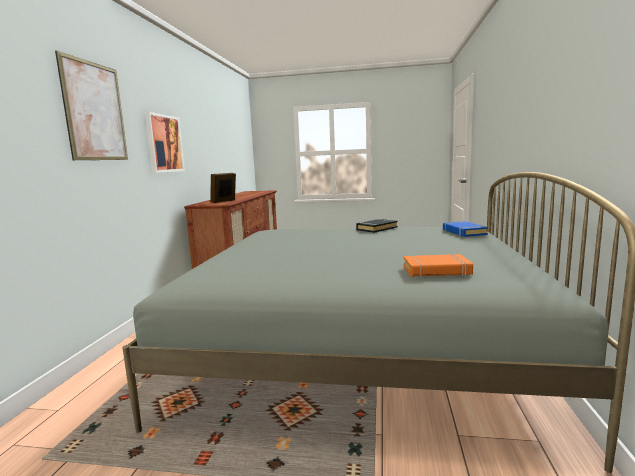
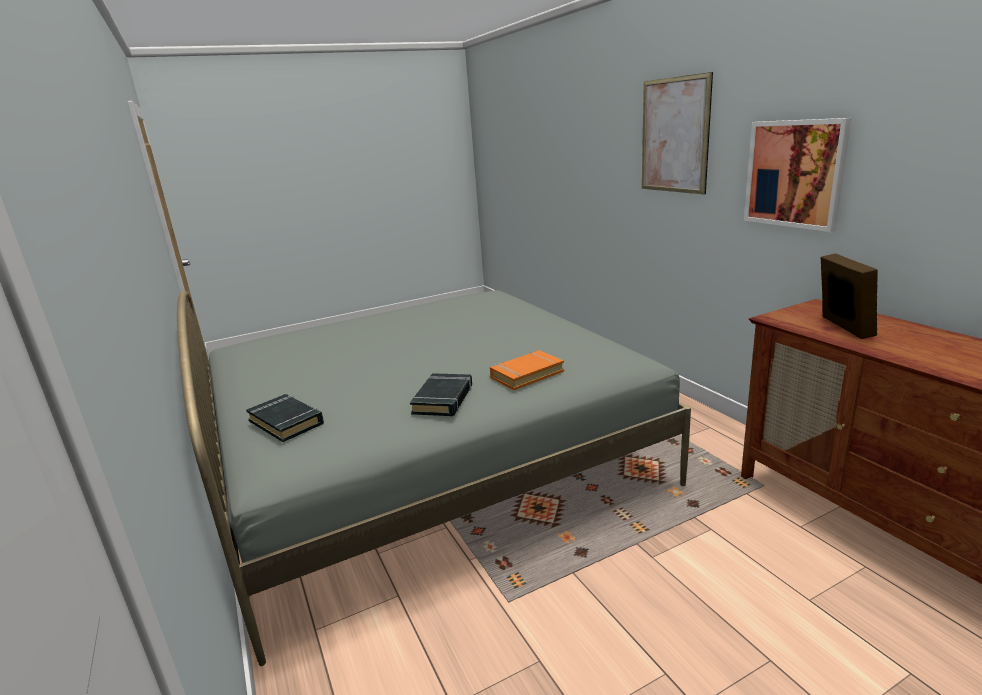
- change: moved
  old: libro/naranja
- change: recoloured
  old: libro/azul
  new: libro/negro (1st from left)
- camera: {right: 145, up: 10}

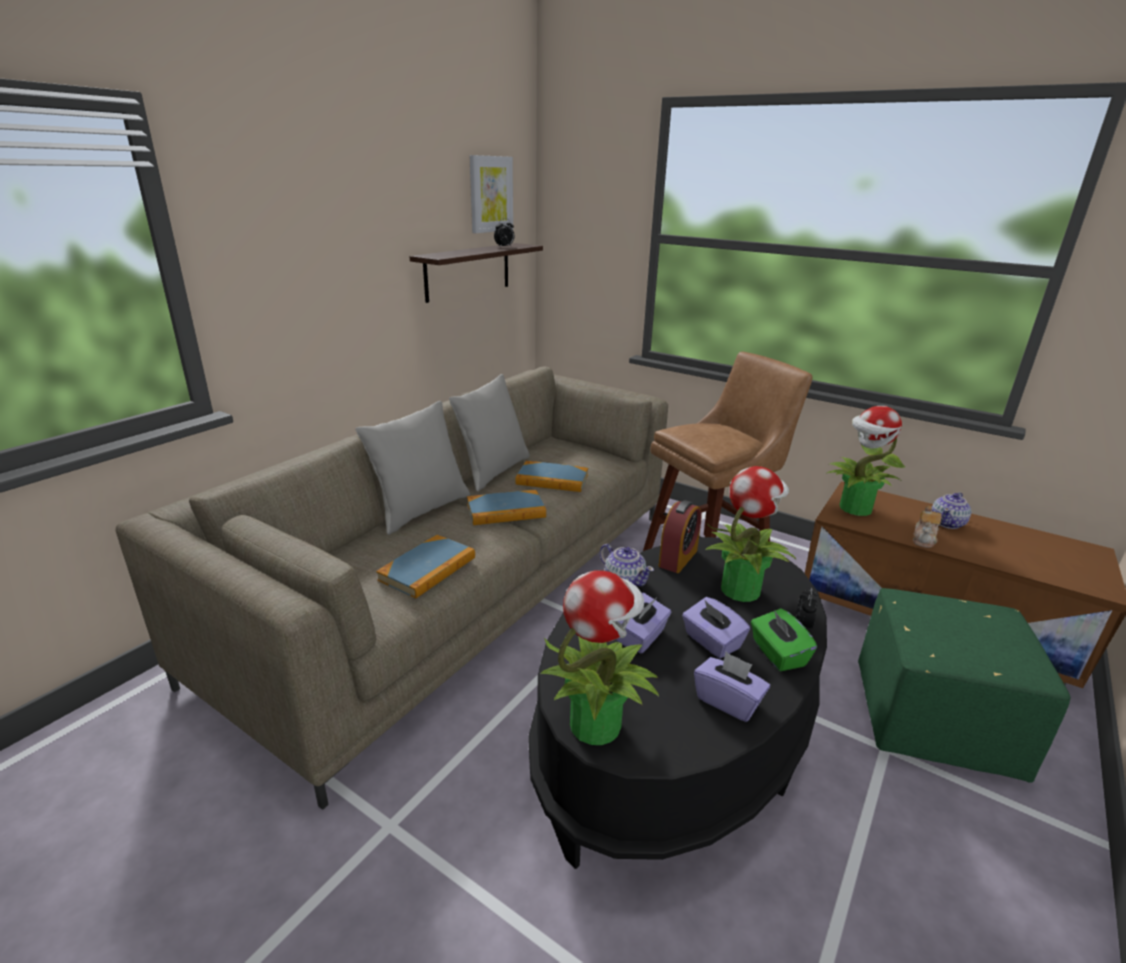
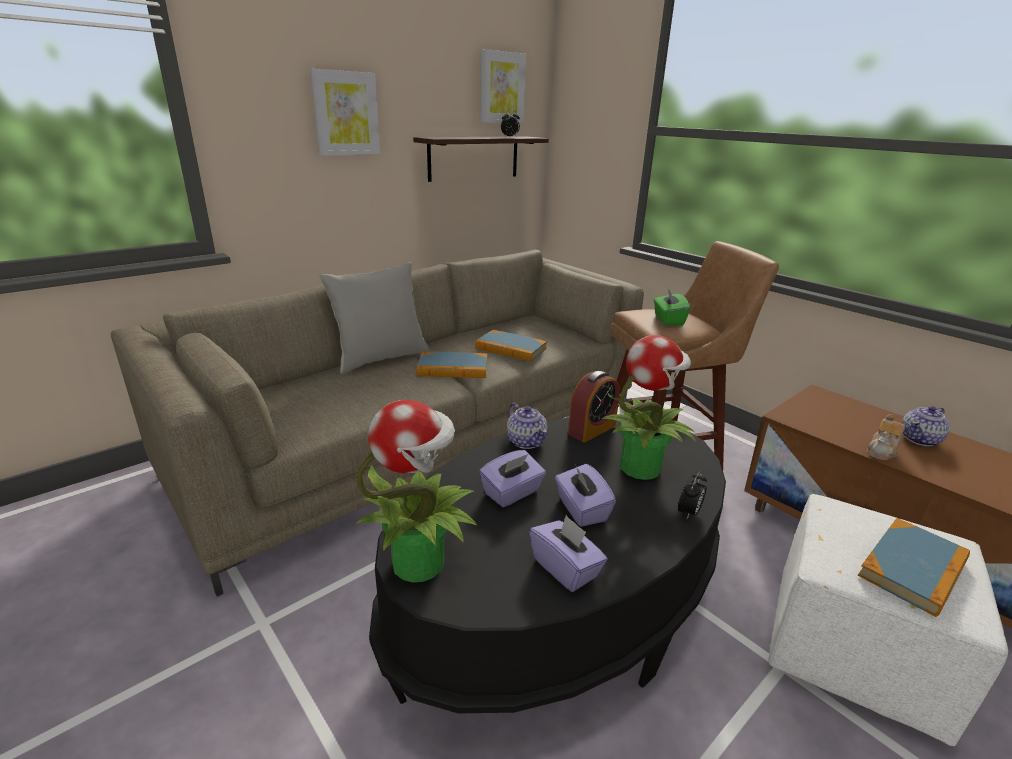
- change: removed
  old: cojín/gris (2nd from left)
- change: removed
  old: planta en maceta (3rd from left)
- change: added
  new: cuadro (1st from left)
- change: moved
  old: libro (1st from left in the first image)
  new: libro (3rd from left)
- change: moved
  old: caja de pañuelos/verde
- change: recoloured
  old: puf/verde
  new: puf/blanco
- camera: {right: 15, up: 0}

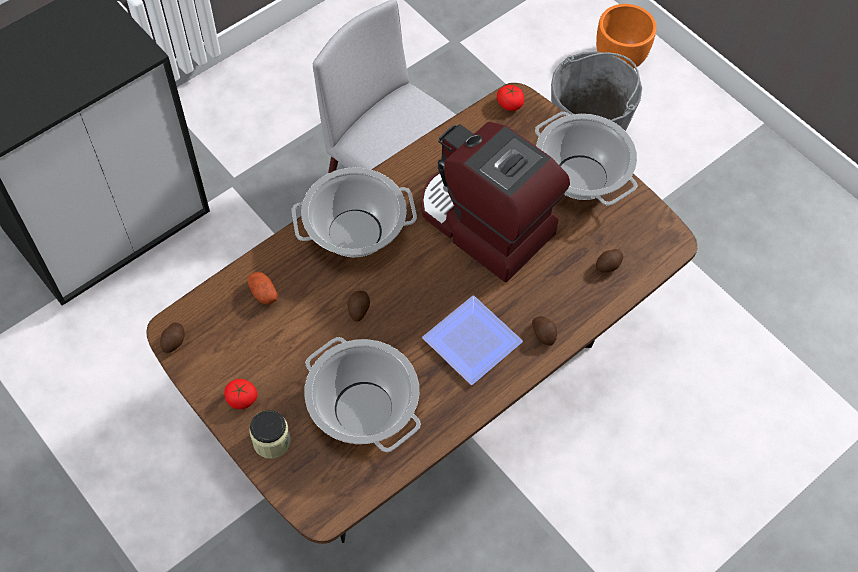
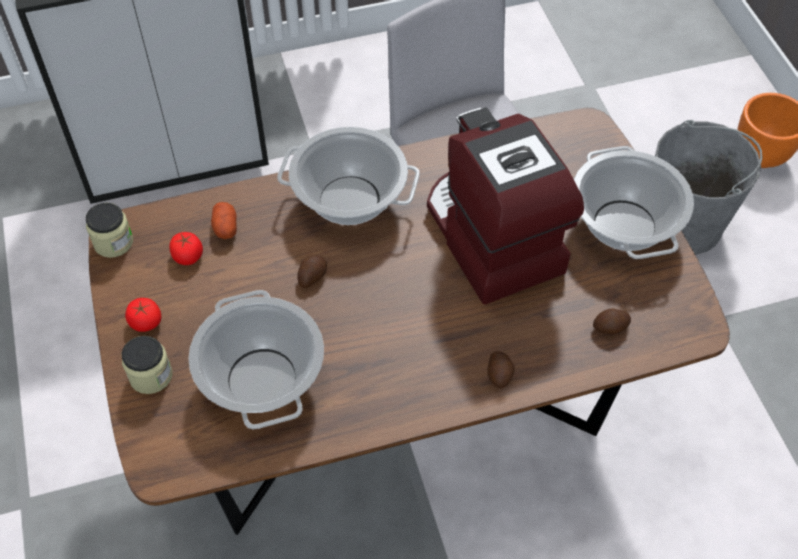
- change: removed
  old: plato
- change: moved
  old: tomate (2nd from left)
- change: replaced
  old: patata (1st from left)
  new: tarro (1st from left)
- camera: {right: 25, up: -5}

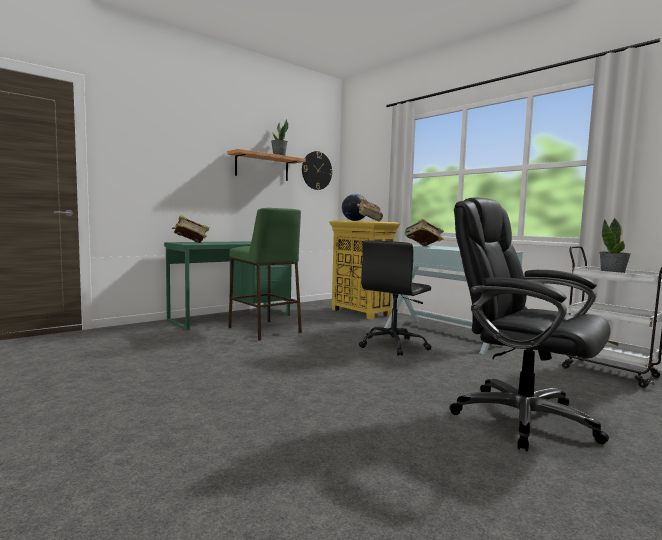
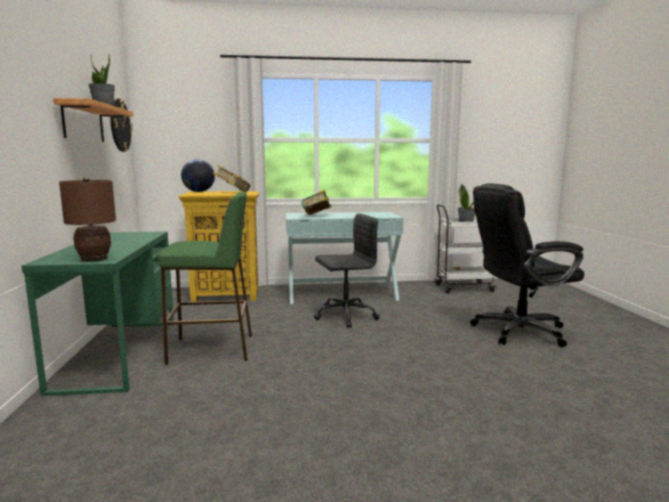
- change: replaced
  old: libro (1st from left)
  new: lámpara de mesa/marrón
- change: turned
  old: silla de oficina/negro (1st from left)
  degrees: -90
- camera: {right: -55, up: 5}

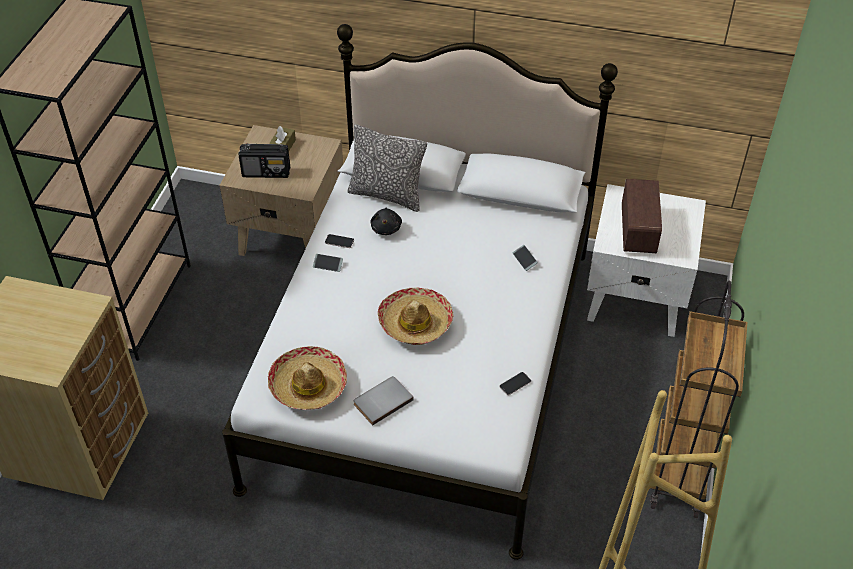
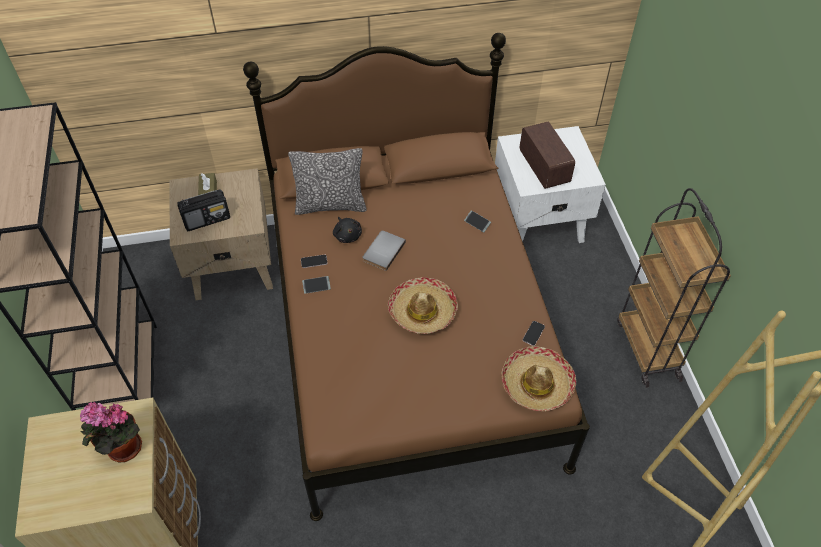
- change: added
  new: planta en maceta
- change: moved
  old: sombrero (1st from left in the first image)
  new: sombrero (2nd from left)
- change: moved
  old: libro/gris
- change: recoloured
  old: cama/blanco
  new: cama/marrón
- camera: {right: -25, up: 5}

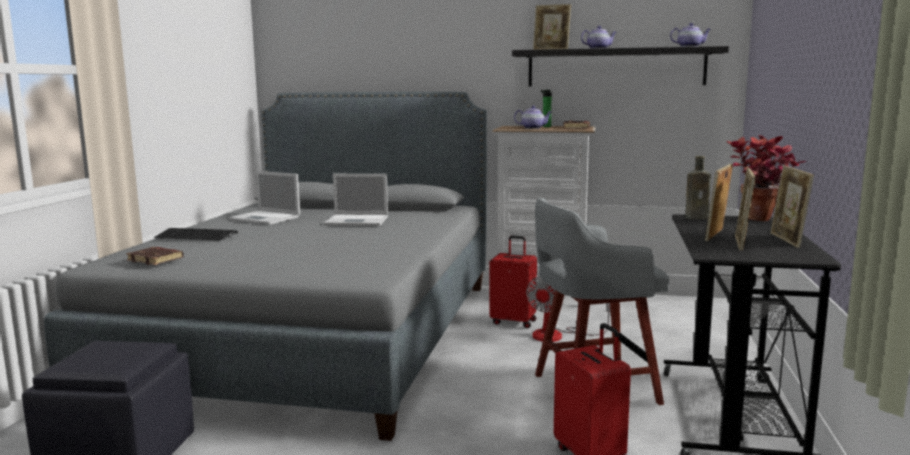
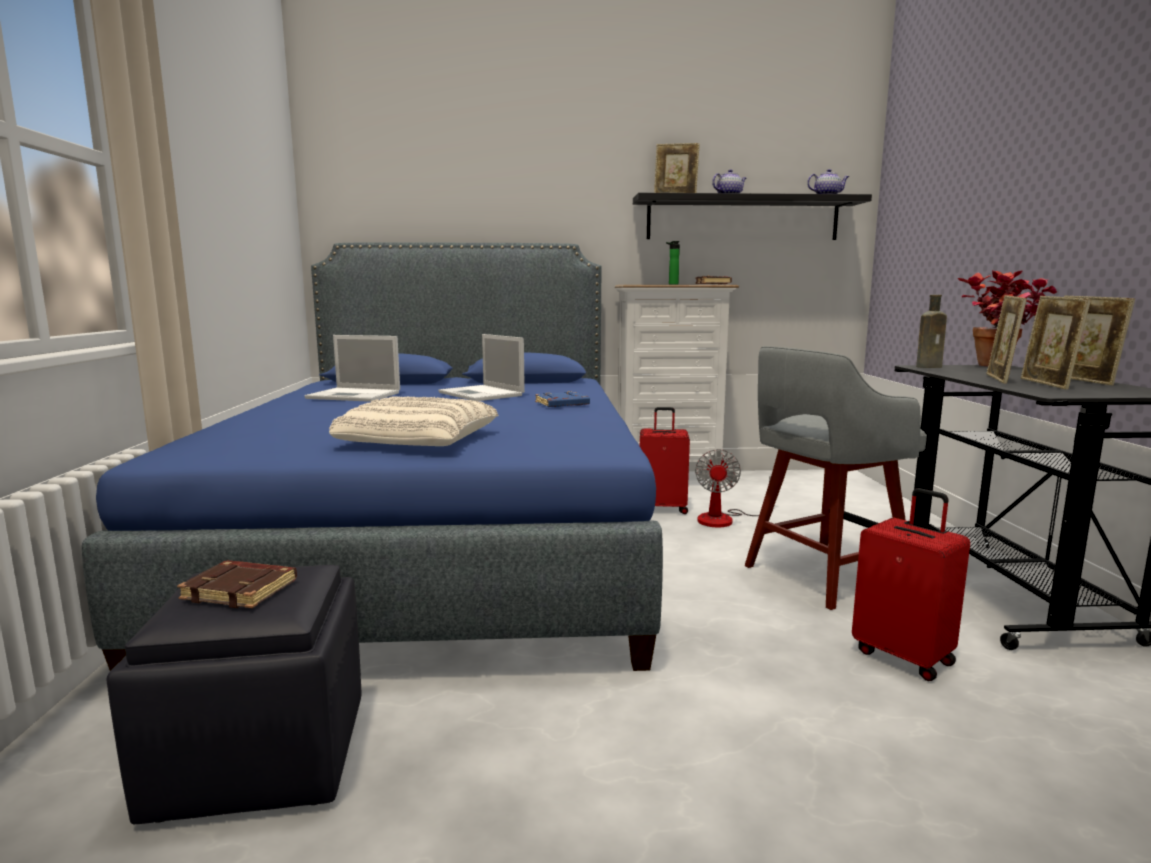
- change: removed
  old: teclado
- change: removed
  old: tetera (1st from left)
- change: added
  new: cojín/beis
- change: added
  new: libro/azul
- change: moved
  old: libro/marrón (1st from left)
- change: recoloured
  old: cama/gris
  new: cama/azul
- change: turned
  old: portátil (2nd from left)
  degrees: 60
- camera: {right: -15, up: 0}

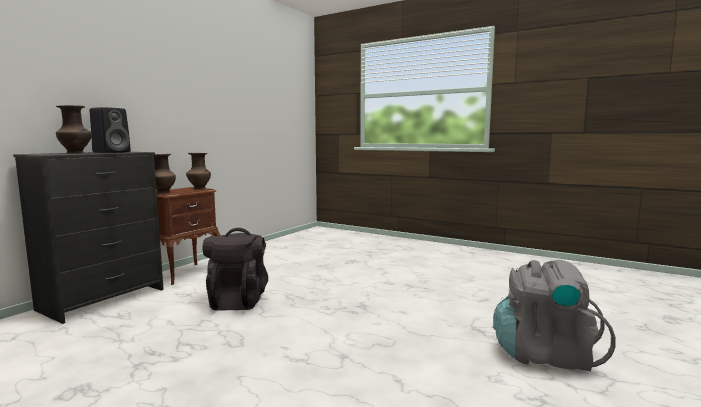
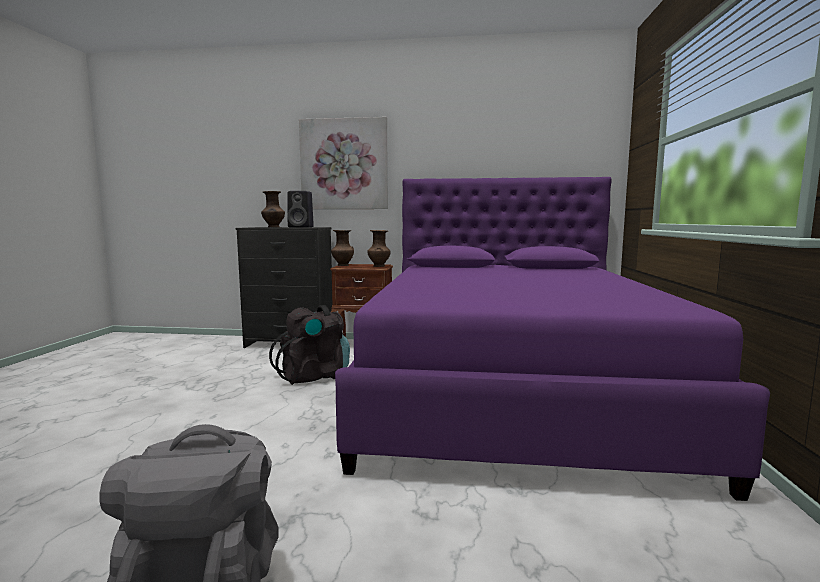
- change: added
  new: cuadro
- change: added
  new: cama/morado
- camera: {right: 65, up: 0}

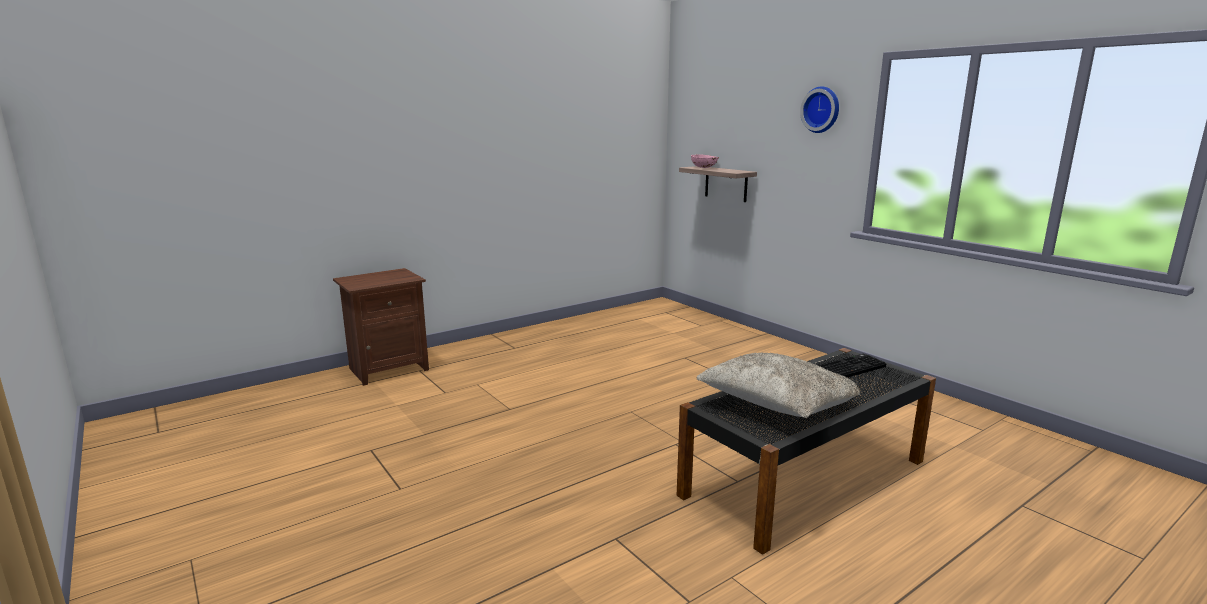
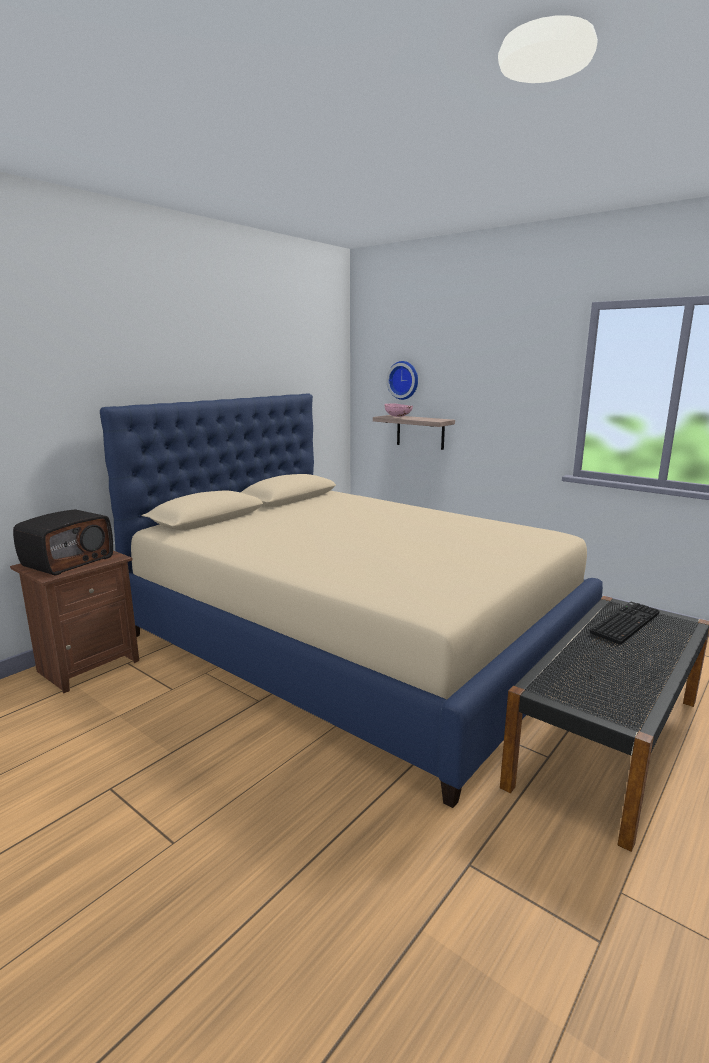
- change: removed
  old: cojín/beis
- change: added
  new: radio
- change: added
  new: cama/beis
- change: moved
  old: reloj de pared
- camera: {right: -15, up: 0}

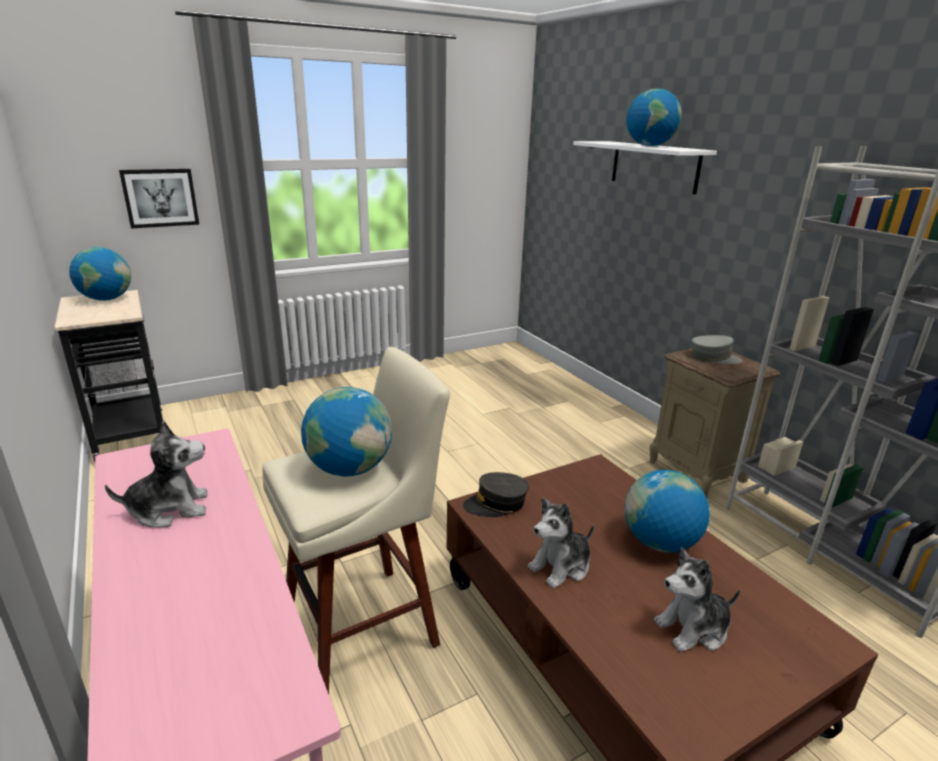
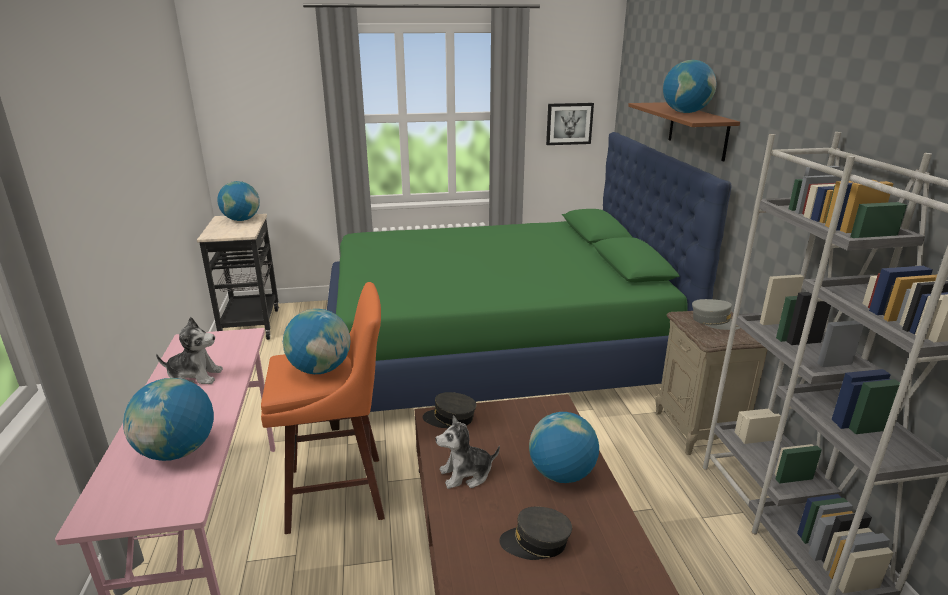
- change: added
  new: globo terráqueo (1st from left)
- change: added
  new: cama/verde
- change: moved
  old: cuadro
- change: replaced
  old: peluche (3rd from left)
  new: gorra/gris (2nd from left)
- change: recoloured
  old: taburete/beis
  new: taburete/naranja
- change: recoloured
  old: estante/blanco
  new: estante/marrón
- camera: {right: 20, up: 0}

